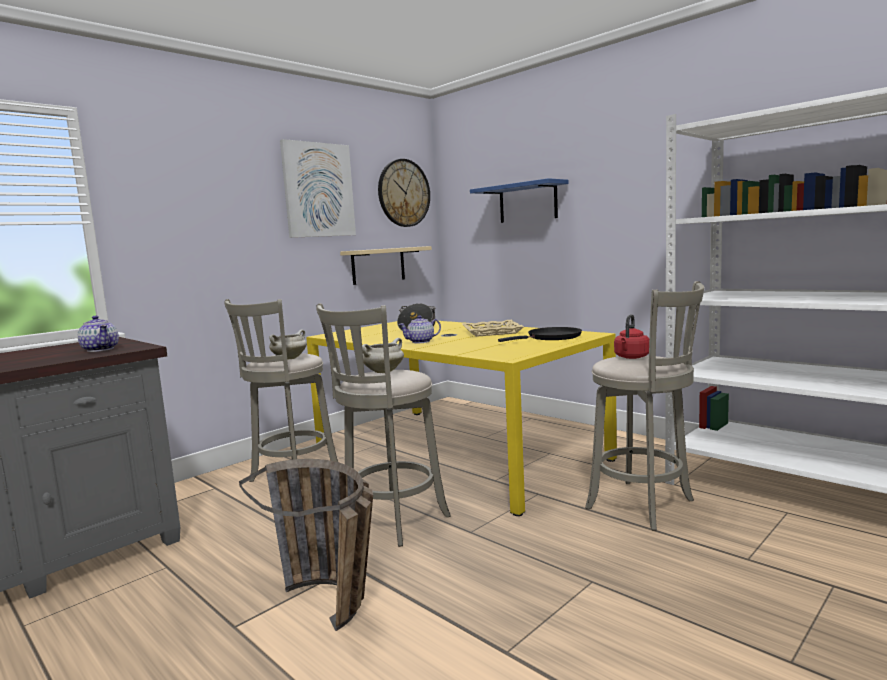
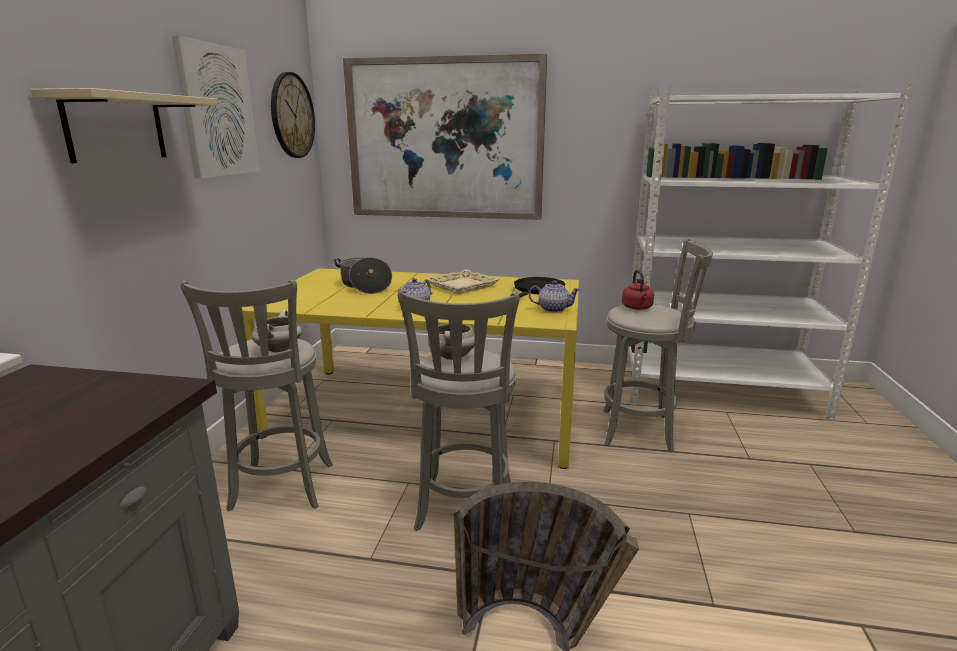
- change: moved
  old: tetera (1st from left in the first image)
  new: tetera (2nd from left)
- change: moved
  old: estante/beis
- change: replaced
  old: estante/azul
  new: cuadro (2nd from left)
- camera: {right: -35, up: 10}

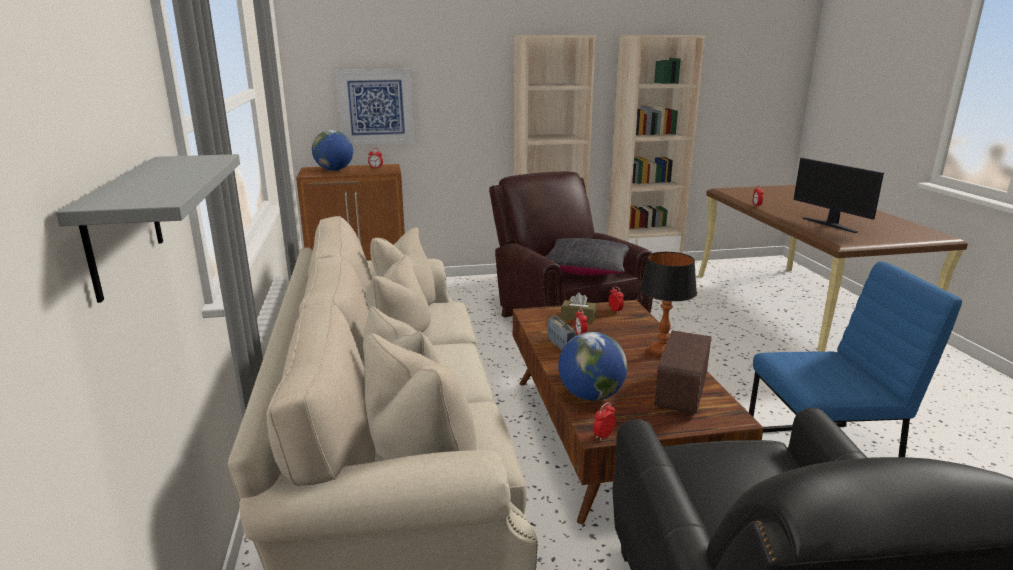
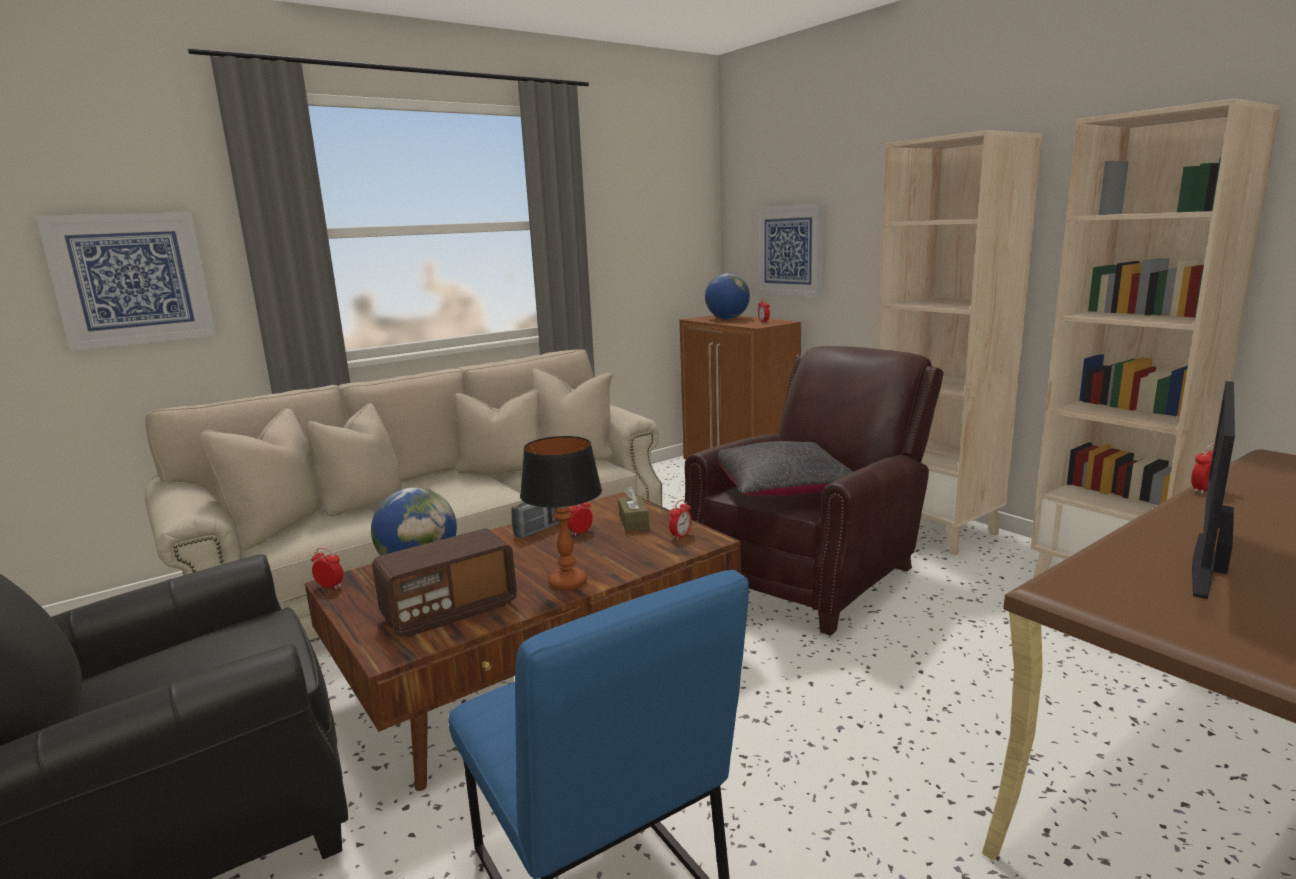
- change: replaced
  old: estante/gris
  new: cuadro (1st from left)
- change: turned
  old: radio (2nd from left in the first image)
  degrees: 150
- camera: {right: 65, up: -5}

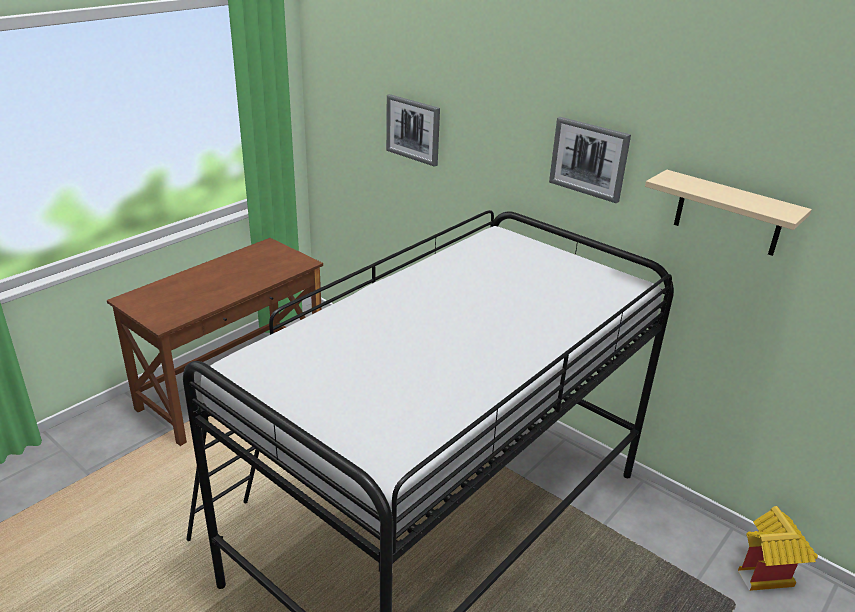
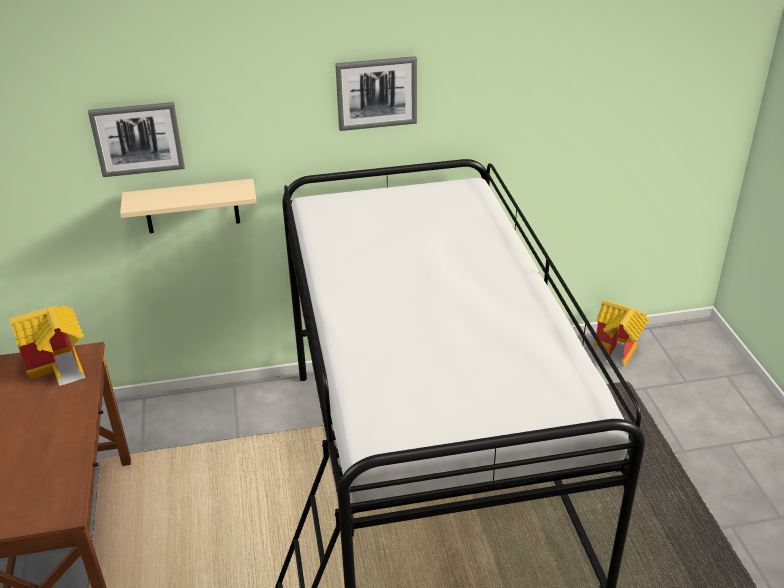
- change: added
  new: casita (1st from left)
- change: moved
  old: estante/beis
- camera: {right: -50, up: 5}

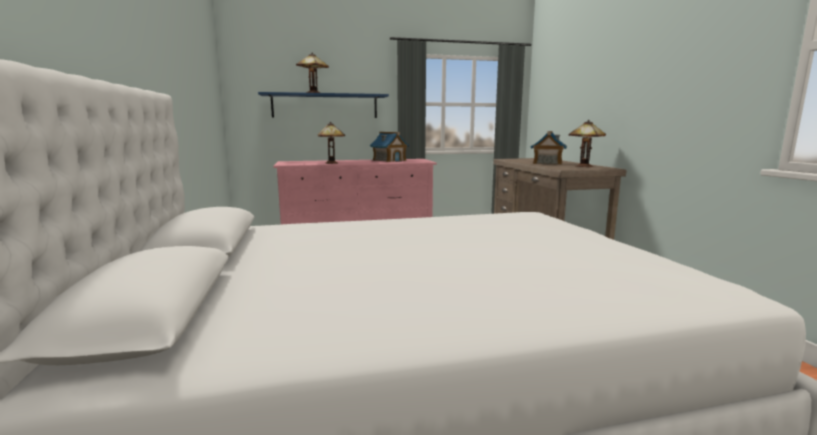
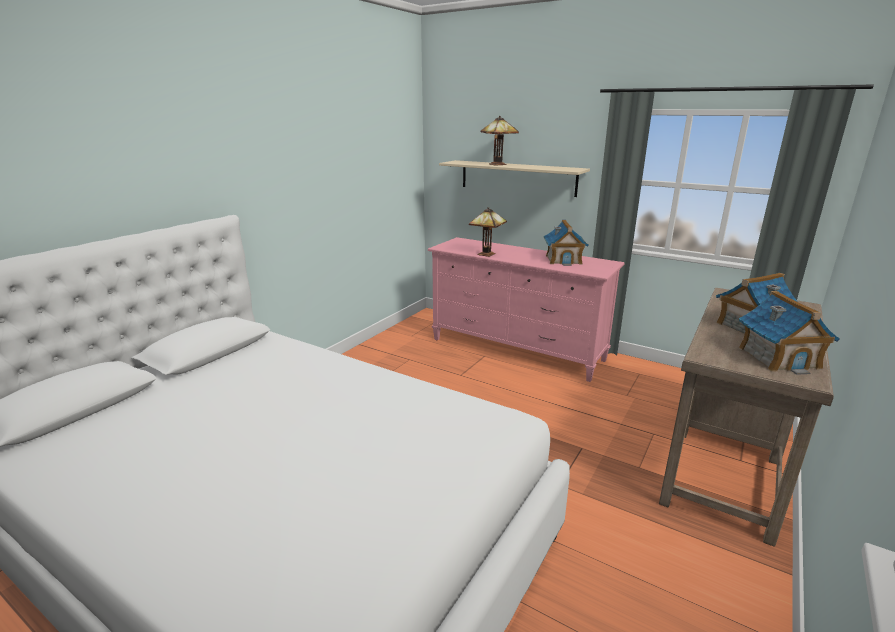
- change: replaced
  old: lámpara de mesa (3rd from left)
  new: casita (3rd from left)
- change: recoloured
  old: estante/azul
  new: estante/beis
- camera: {right: 45, up: 10}

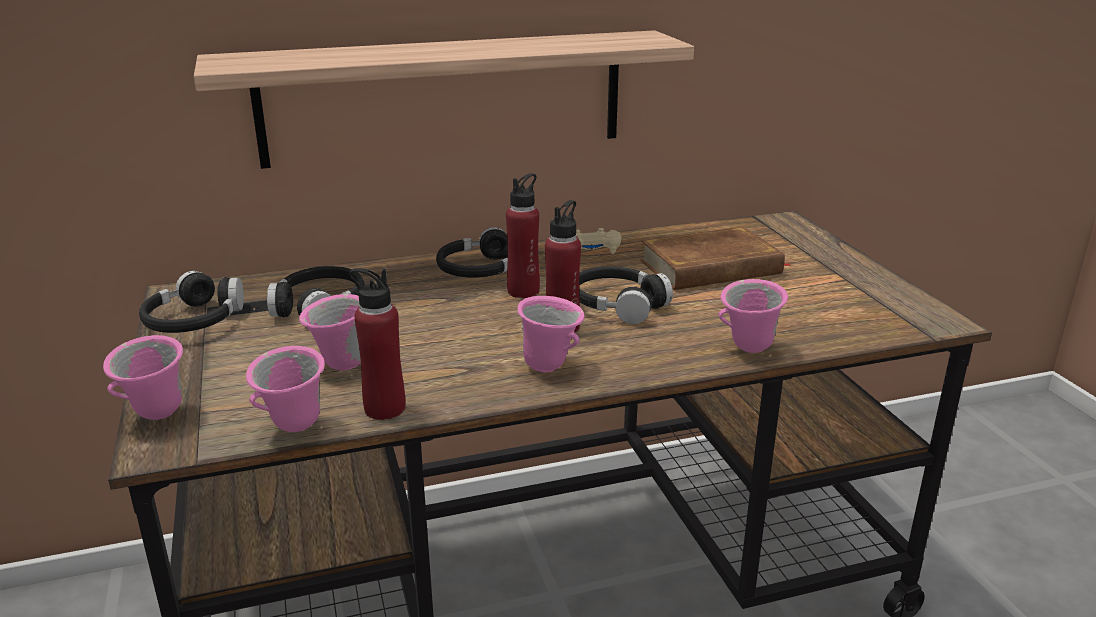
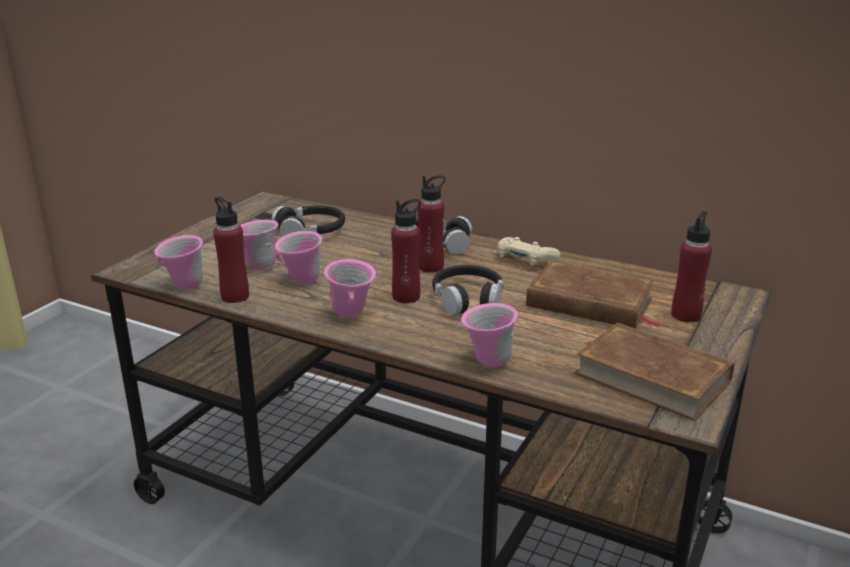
- change: removed
  old: auriculares/negro (1st from left)
- change: removed
  old: estante
- change: added
  new: libro/marrón (2nd from left)
- change: added
  new: botella/rojo (4th from left)
- change: moved
  old: taza grande/rosa (1st from left in the first image)
  new: taza grande/rosa (3rd from left)
- camera: {right: 45, up: 0}

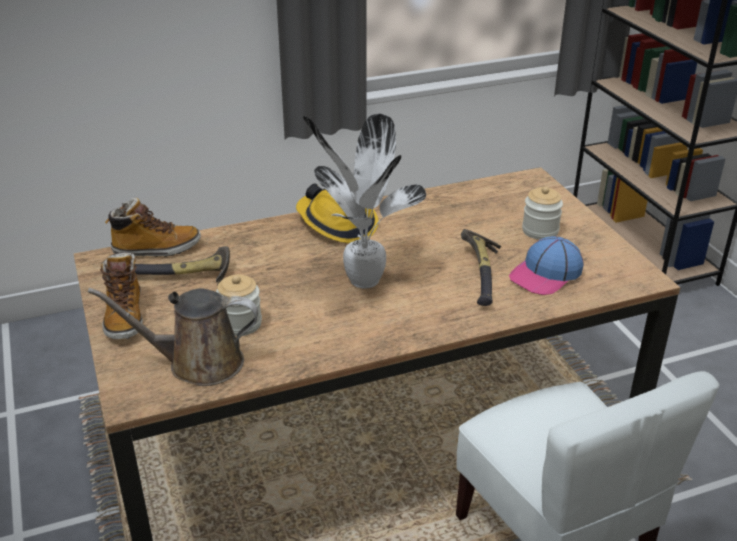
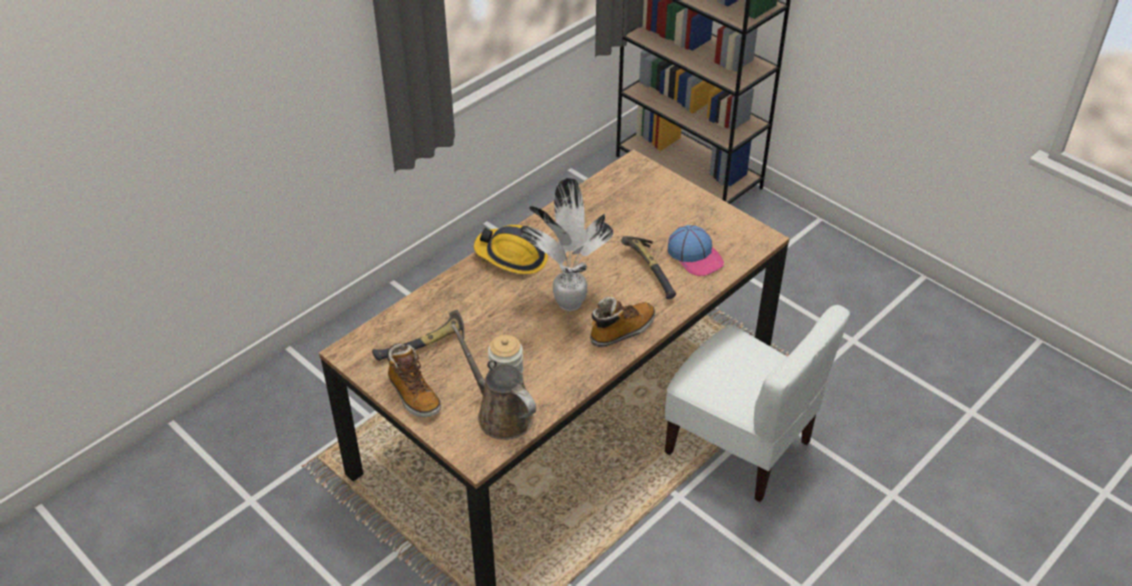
- change: removed
  old: tarro (2nd from left)
- change: moved
  old: bota (2nd from left)
- change: turned
  old: regadera/marrón
  degrees: 75
- change: turned
  old: gorra
  degrees: -60
- camera: {right: -25, up: 10}

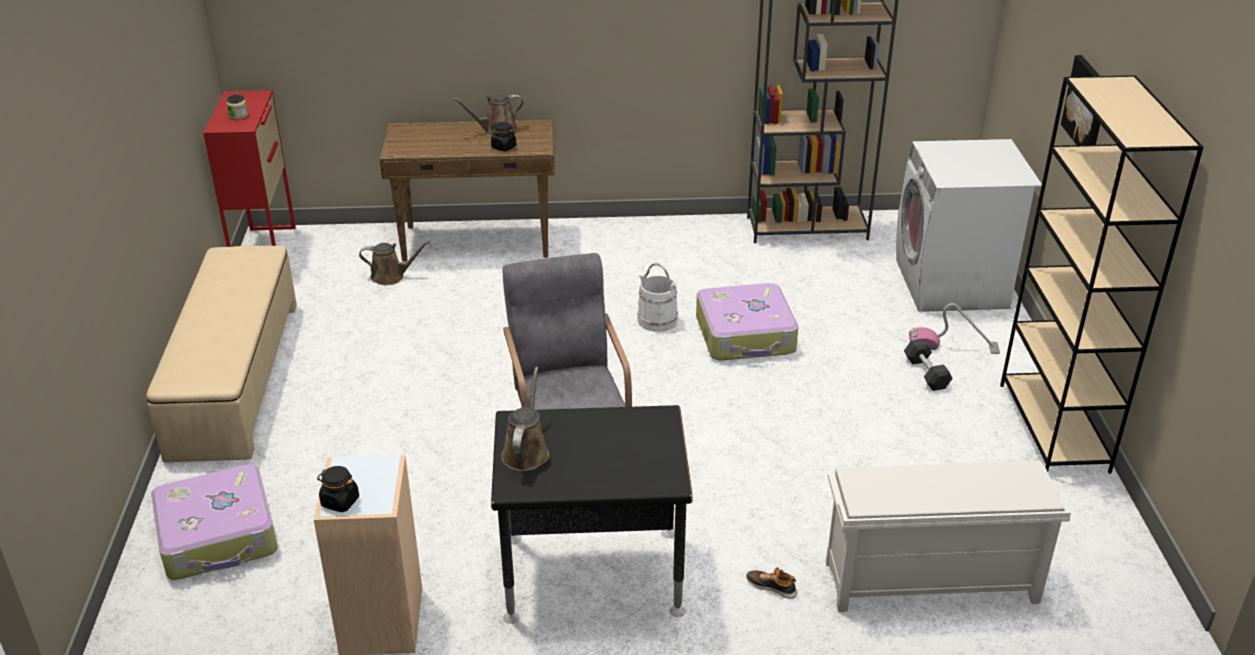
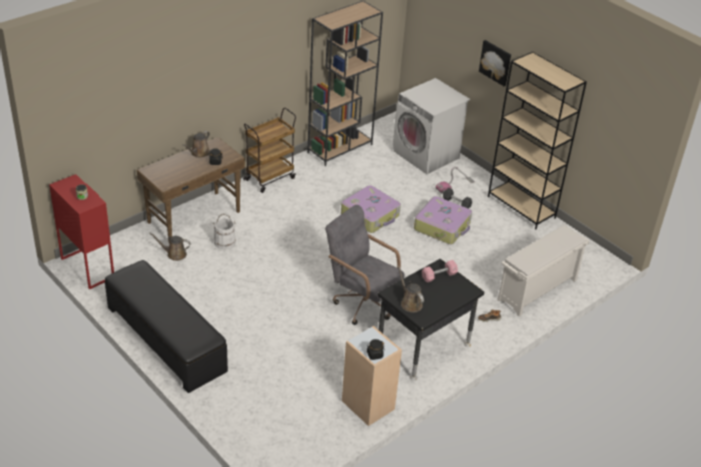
- change: added
  new: carrito/marrón
- change: added
  new: mancuerna/rosa
- change: moved
  old: maleta (1st from left in the first image)
  new: maleta (2nd from left)
- change: moved
  old: cubo/blanco
- change: recoloured
  old: banco/beis
  new: banco/negro
- change: turned
  old: regadera/marrón (1st from left)
  degrees: -135
- camera: {right: -40, up: 5}

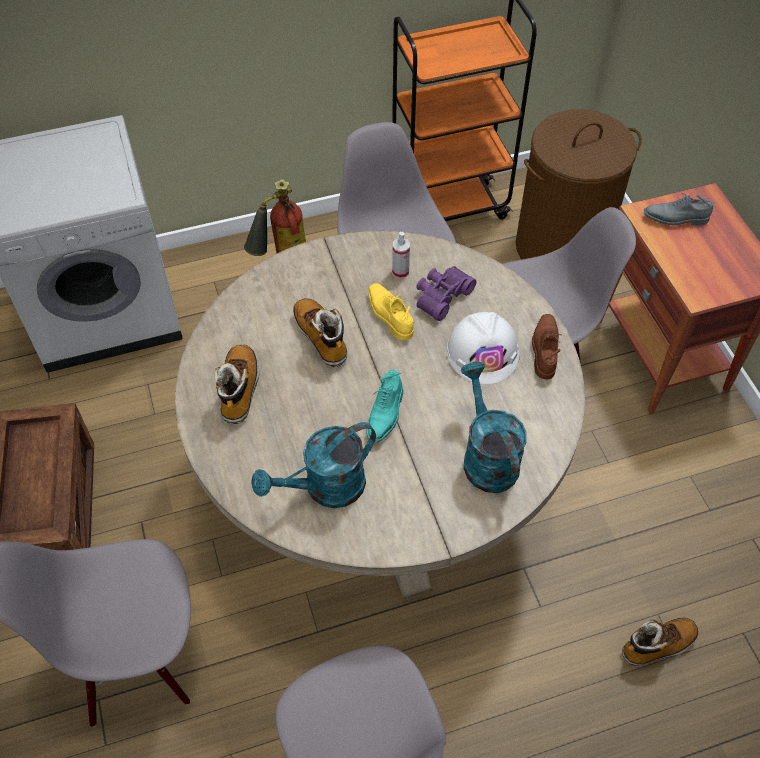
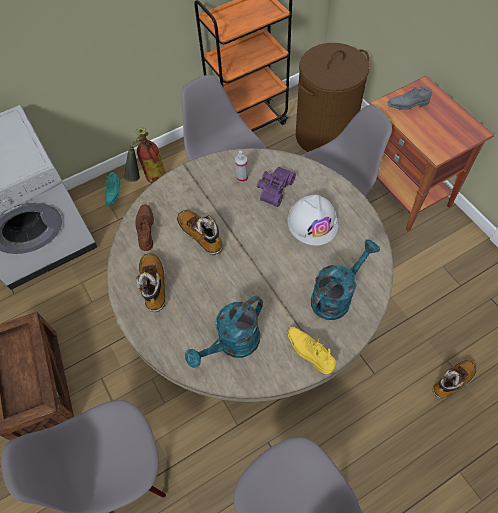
- change: moved
  old: zapato/turquesa
- change: moved
  old: zapato/amarillo
- change: moved
  old: zapato/marrón
- change: turned
  old: regadera/turquesa (2nd from left)
  degrees: 75
- camera: {right: -10, up: 5}

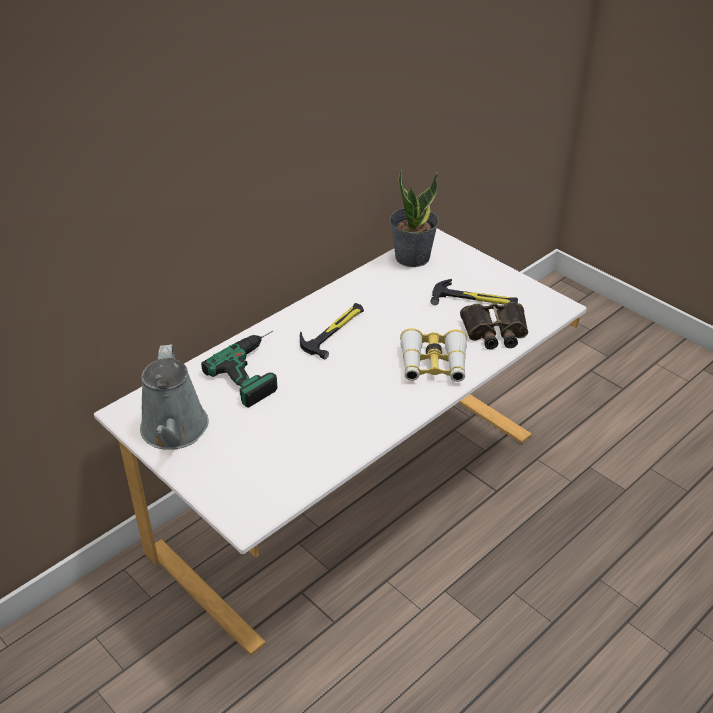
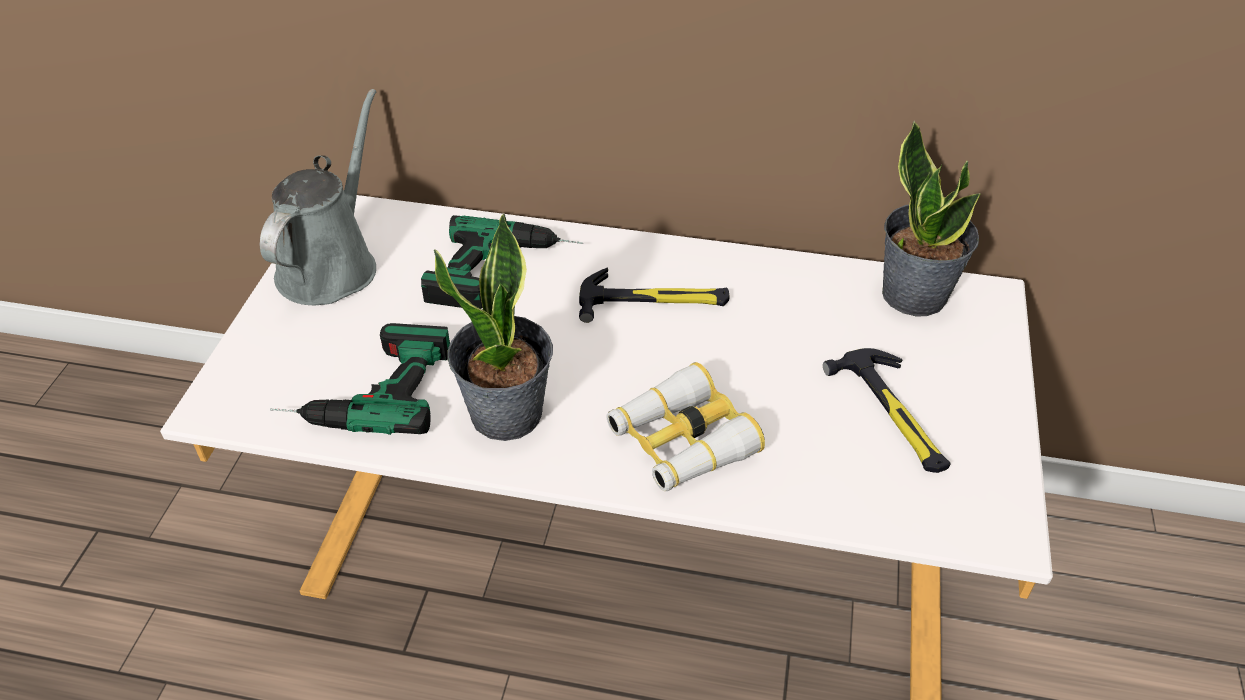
- change: removed
  old: prismáticos (2nd from left)
- change: added
  new: taladro (1st from left)
- change: added
  new: planta en maceta (1st from left)
- change: turned
  old: regadera/gris
  degrees: 150
- camera: {right: 55, up: 5}

